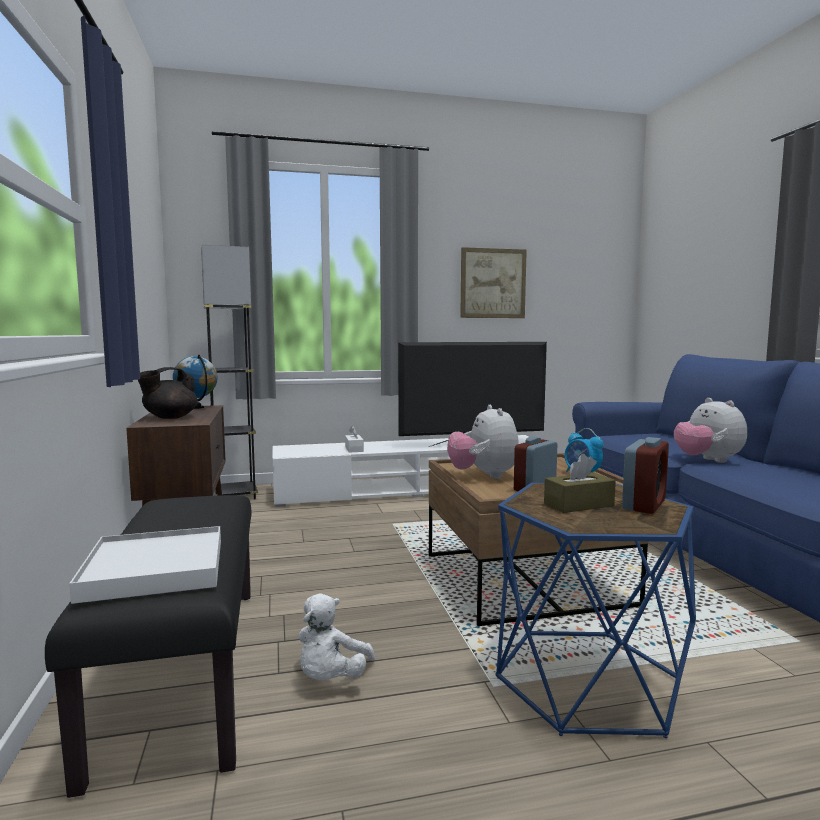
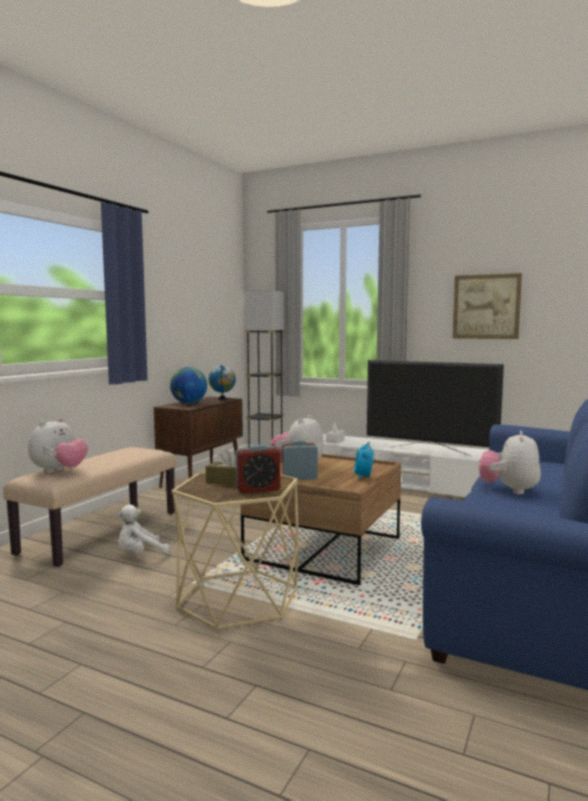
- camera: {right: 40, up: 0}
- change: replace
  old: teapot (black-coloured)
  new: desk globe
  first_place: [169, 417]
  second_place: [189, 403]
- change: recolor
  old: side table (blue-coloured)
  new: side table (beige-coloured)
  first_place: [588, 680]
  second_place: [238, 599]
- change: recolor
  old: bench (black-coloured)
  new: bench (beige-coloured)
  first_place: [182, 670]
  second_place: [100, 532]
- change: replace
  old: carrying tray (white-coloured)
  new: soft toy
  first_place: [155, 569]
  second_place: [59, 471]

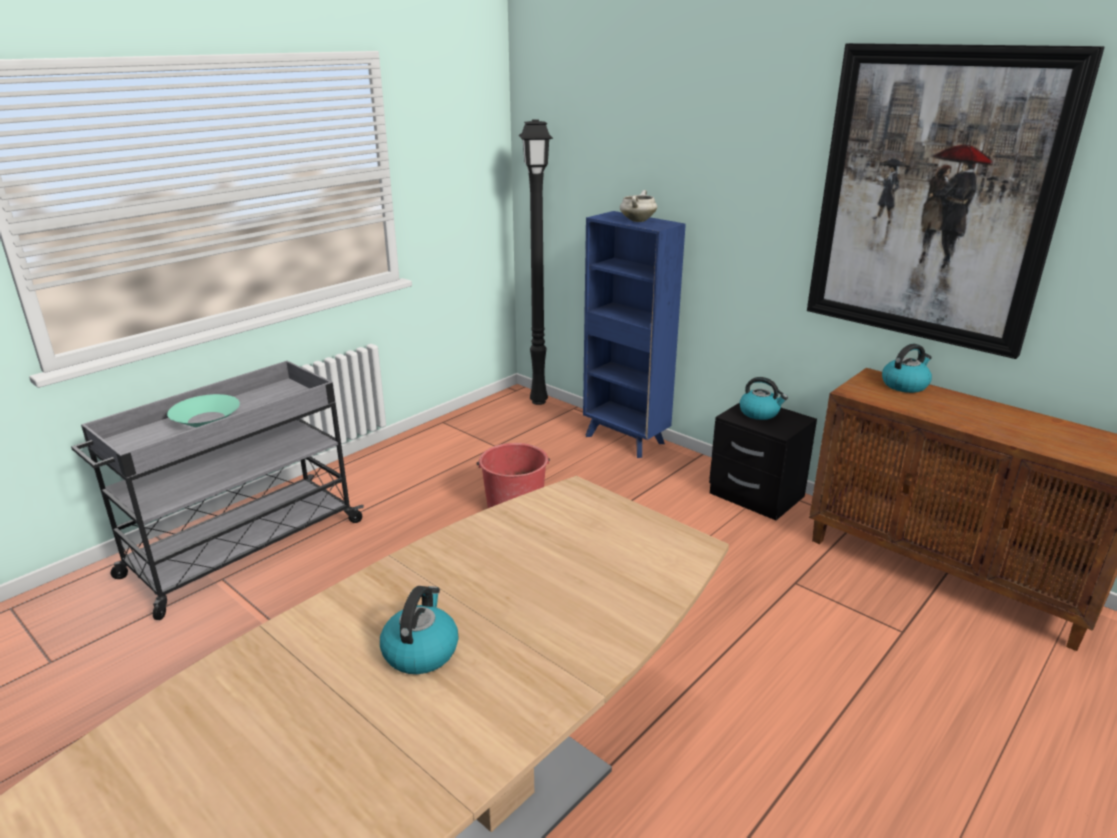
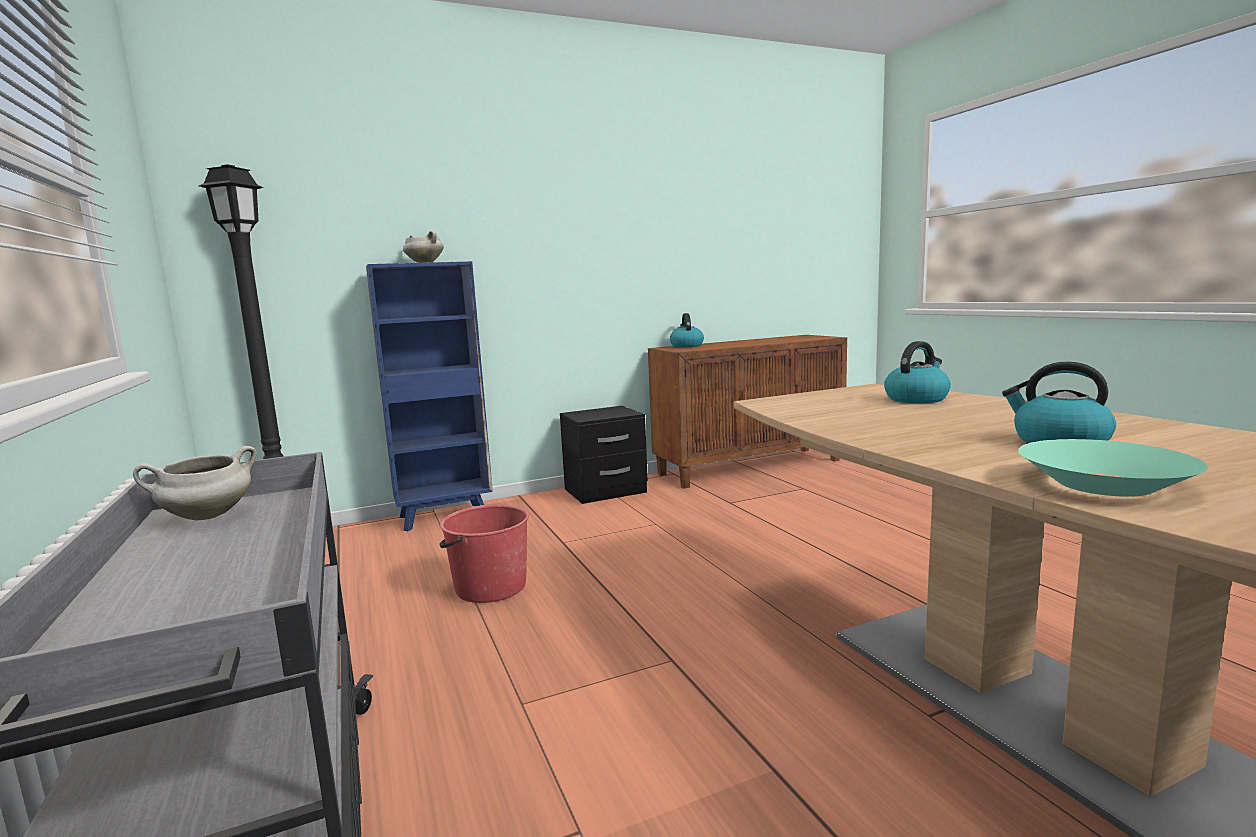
- camera: {right: -65, up: -15}
- change: delete
  old: wall picture
  first_place: [934, 198]
- change: move
  old: tea kettle
  first_place: [760, 413]
  second_place: [916, 399]
- change: move
  old: deep dish (turquoise)
  first_place: [206, 419]
  second_place: [1103, 484]
- change: insert
  new: stockpot (white-coloured)
  second_place: [206, 517]

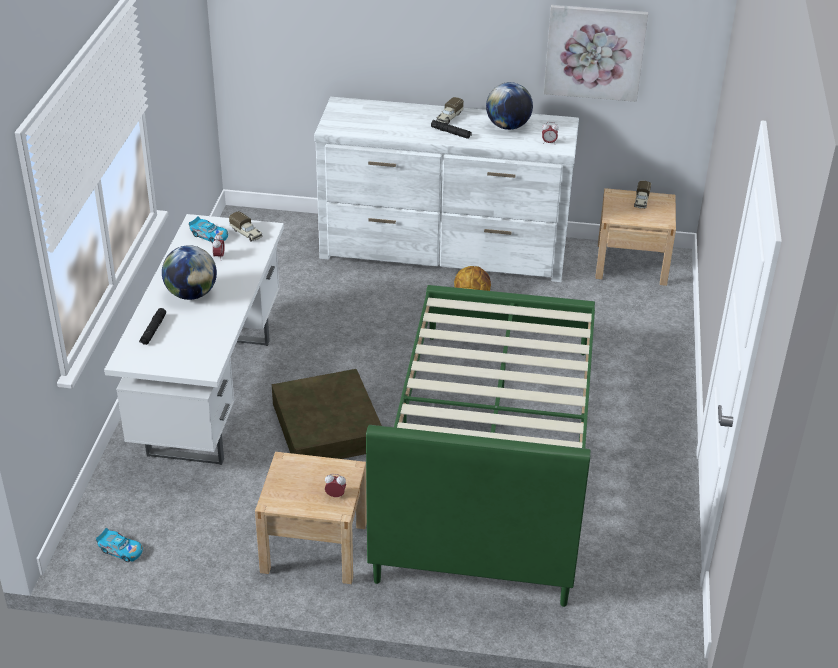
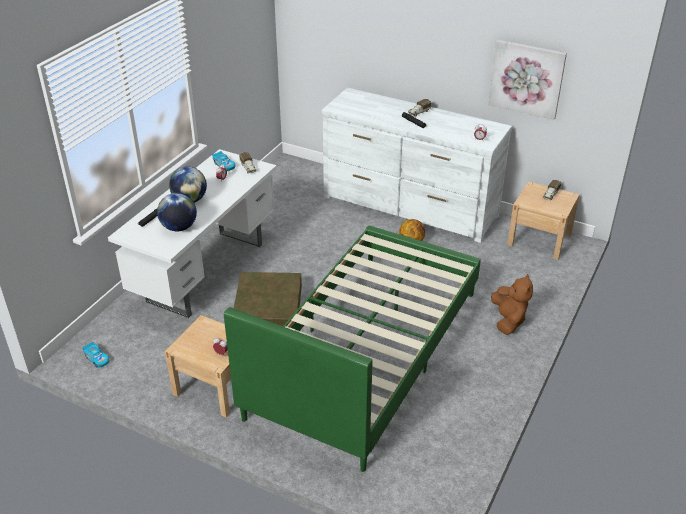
- camera: {right: 20, up: 0}
- change: move
  old: desk globe
  first_place: [508, 126]
  second_place: [179, 227]
- change: insert
  new: soft toy (brown-coloured)
  second_place: [508, 320]

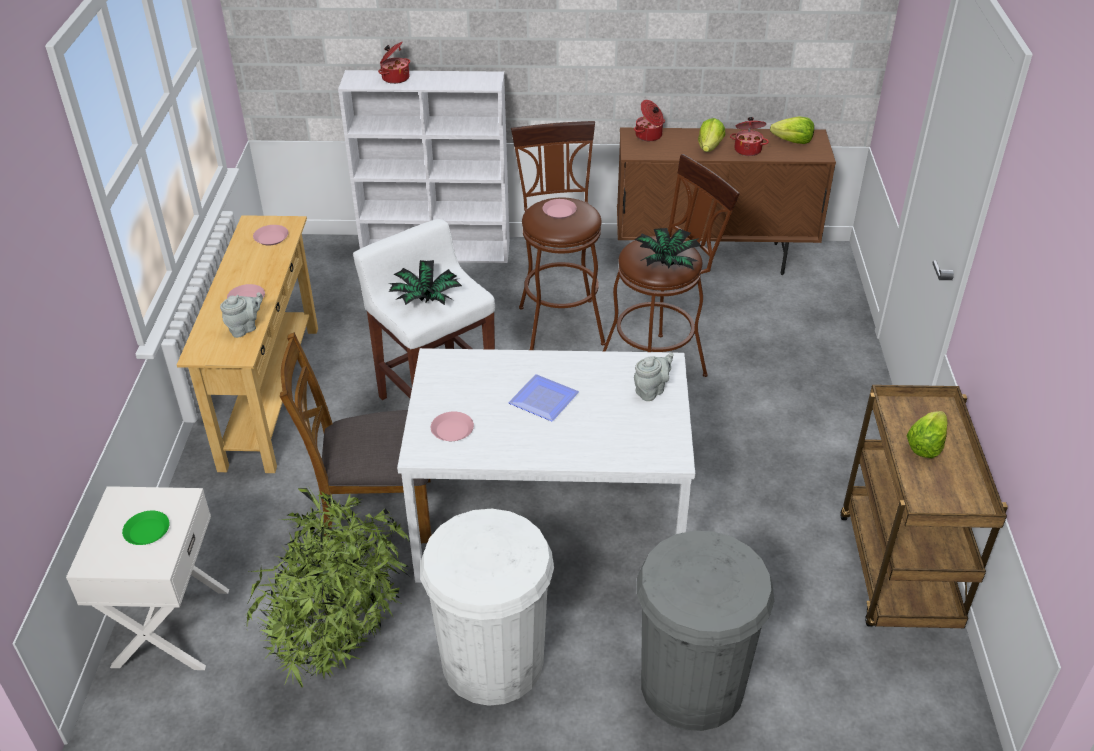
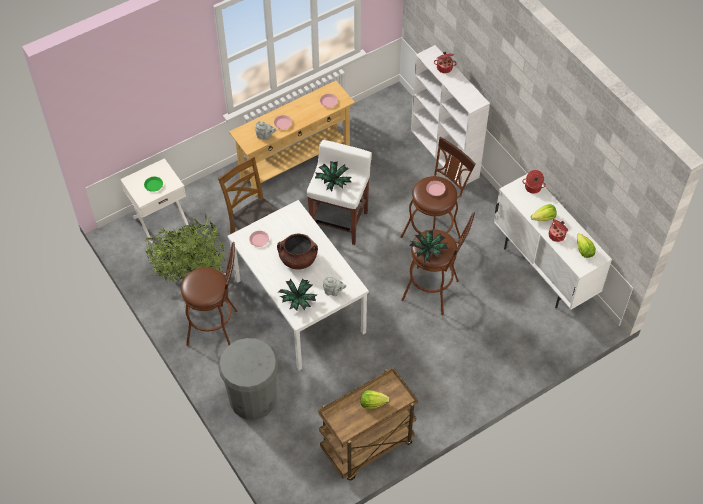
- camera: {right: 55, up: 15}
- change: recolor
  old: storage cabinet (brown-coloured)
  new: storage cabinet (white-coloured)
  first_place: [713, 258]
  second_place: [543, 270]
- change: replace
  old: plate
  new: stockpot (brown-coloured)
  first_place: [544, 402]
  second_place: [298, 259]
- change: replace
  old: waste bin (white-coloured)
  new: sitting stool (brown-coloured)
  first_place: [493, 661]
  second_place: [217, 328]
- change: insert
  new: houseplant
  second_place: [297, 300]

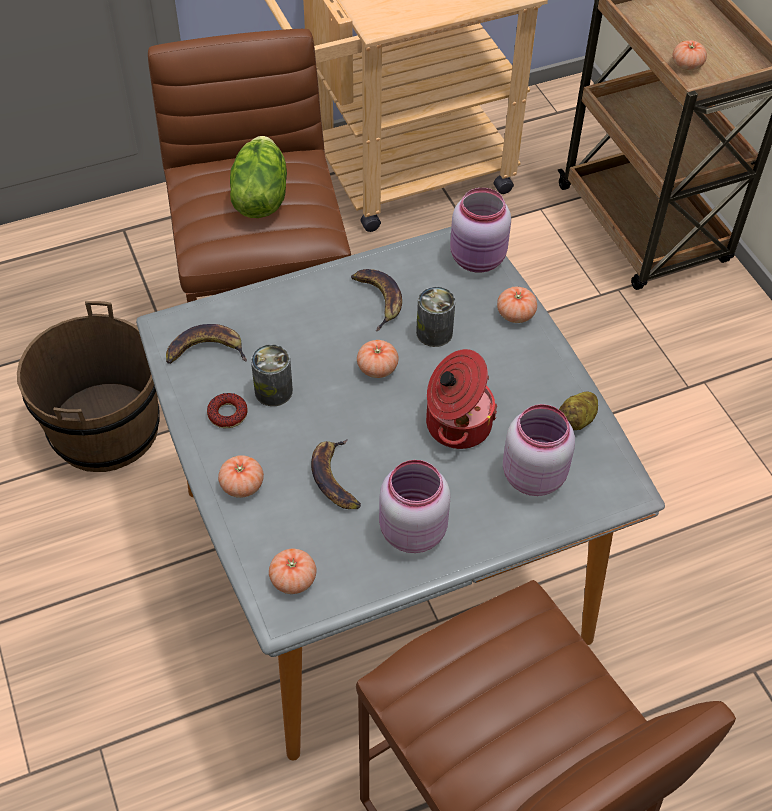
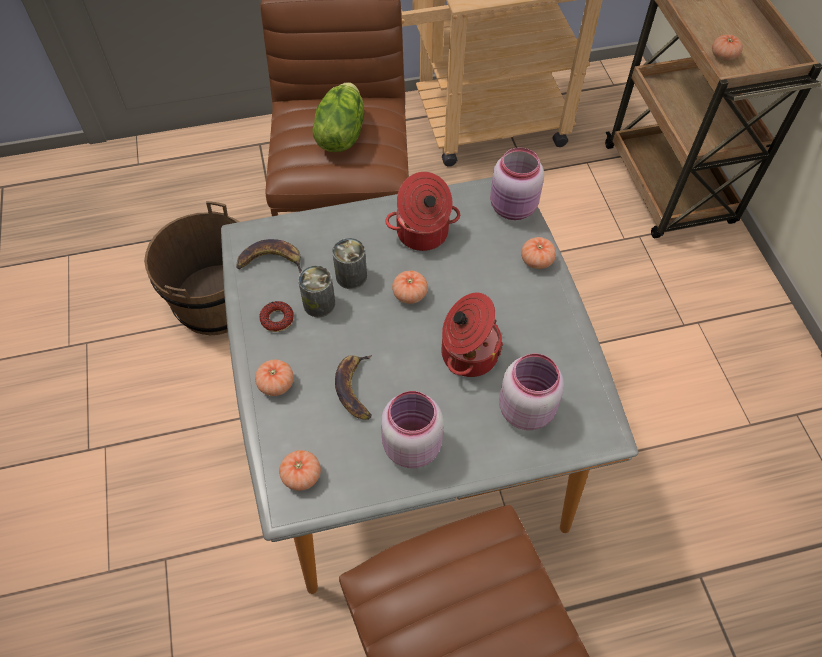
- camera: {right: 10, up: 5}
- change: replace
  old: whole banana
  new: stockpot
  first_place: [378, 299]
  second_place: [422, 234]
- change: move
  old: metal can
  first_place: [434, 333]
  second_place: [351, 276]
- change: delete
  old: whole potato
  first_place: [577, 420]

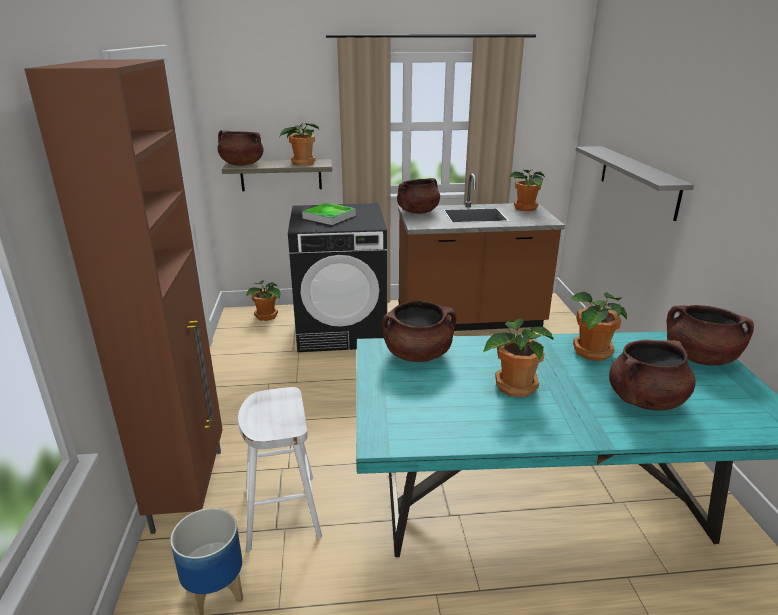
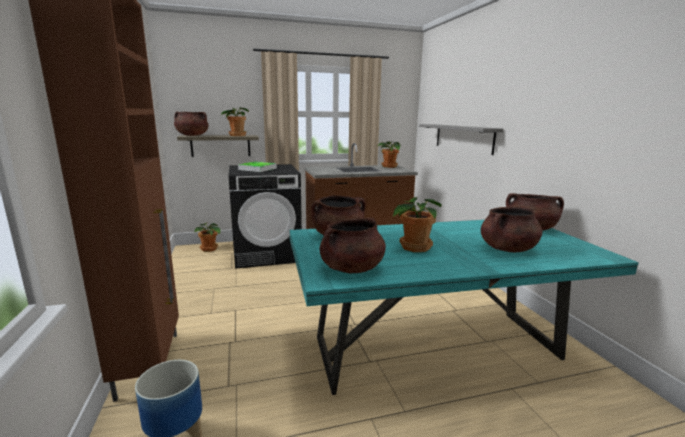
- camera: {right: -10, up: -10}
- change: move
  old: stockpot (brown-coloured)
  first_place: [418, 212]
  second_place: [351, 269]
- change: delete
  old: houseplant
  first_place: [590, 352]
- change: delete
  old: sitting stool (white-coloured)
  first_place: [282, 511]

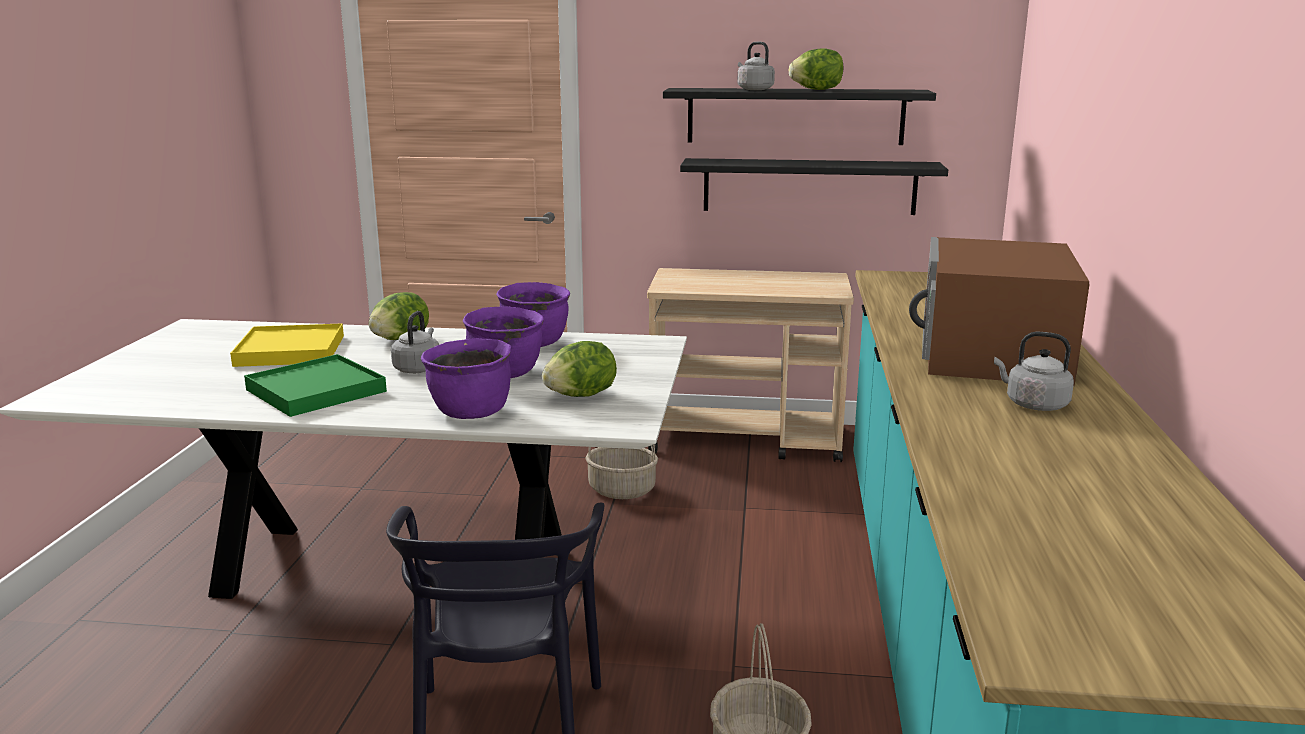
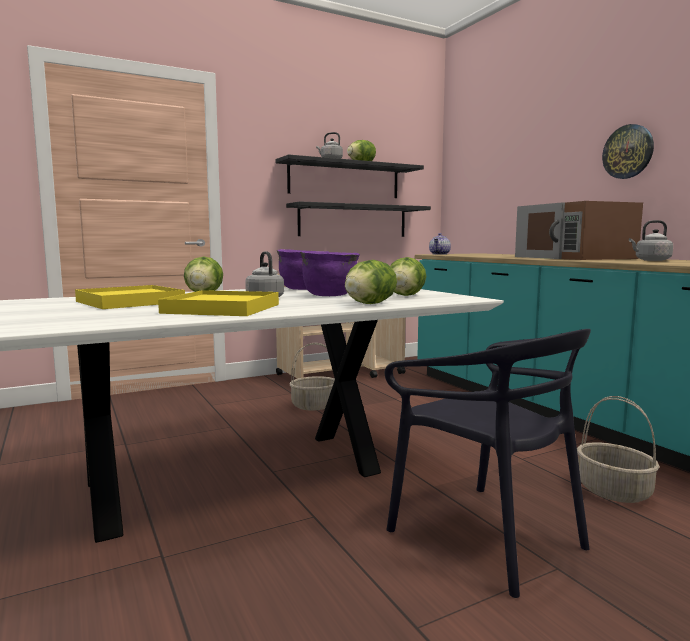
- camera: {right: -35, up: -10}
- change: replace
  old: stockpot (purple)
  new: lettuce head
  first_place: [471, 413]
  second_place: [369, 304]
- change: recolor
  old: carrying tray (greenish)
  new: carrying tray (yellow)
  first_place: [316, 391]
  second_place: [223, 309]
- change: insert
  new: hanging clock
  second_place: [628, 152]
- change: insert
  new: teapot
  second_place: [440, 254]

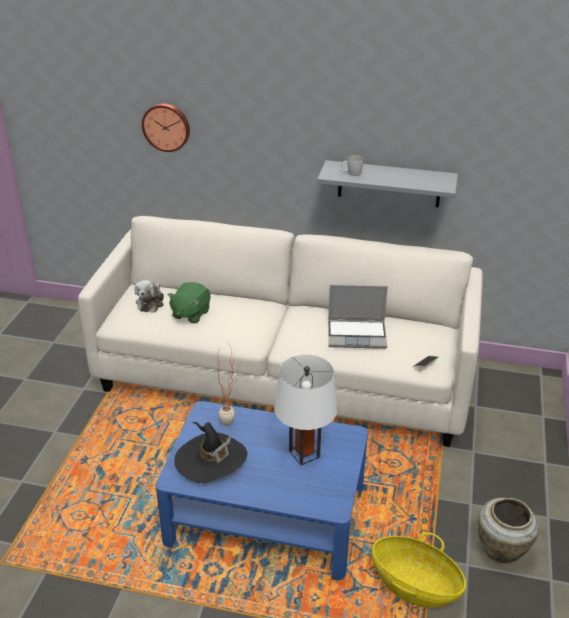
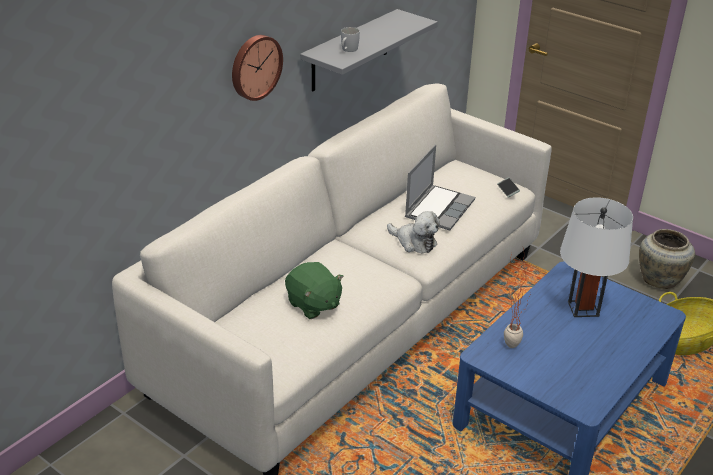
- camera: {right: -65, up: 0}
- change: move
  old: hanging clock
  first_place: [166, 126]
  second_place: [255, 66]
- change: move
  old: soft toy
  first_place: [150, 302]
  second_place: [414, 242]
- change: delete
  old: clothing hat (black-coloured)
  first_place: [211, 460]

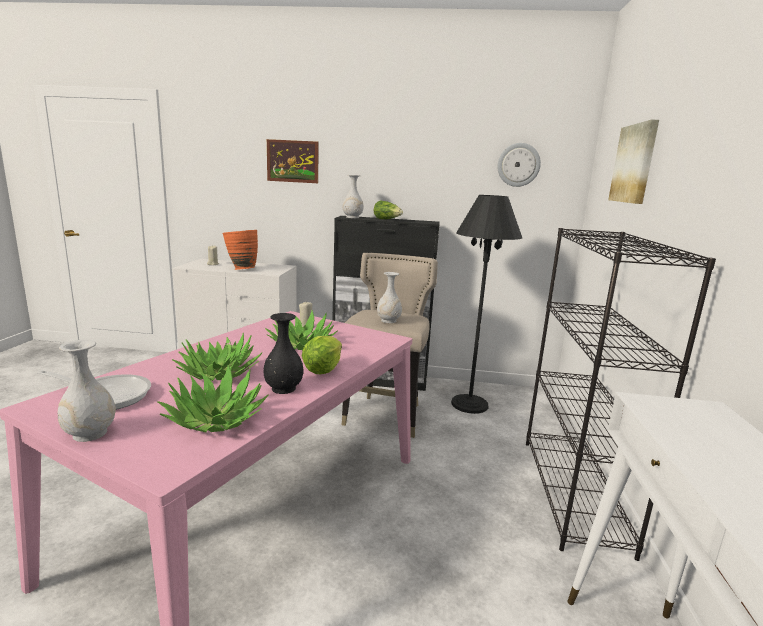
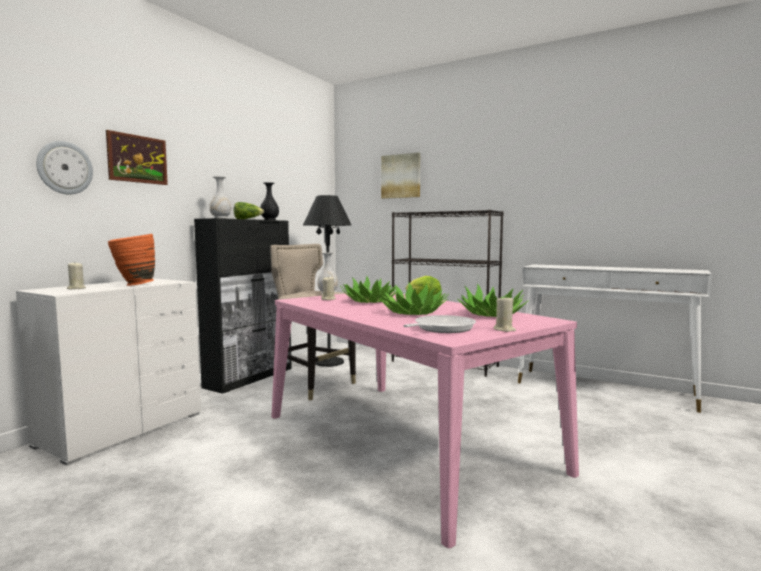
- camera: {right: -65, up: -10}
- change: move
  old: hanging clock
  first_place: [518, 165]
  second_place: [64, 168]
- change: move
  old: decorative vase (black-coloured)
  first_place: [283, 388]
  second_place: [269, 220]
- change: replace
  old: decorative vase (white-coloured)
  new: wax light (beige-coloured)
  first_place: [90, 433]
  second_place: [504, 330]

